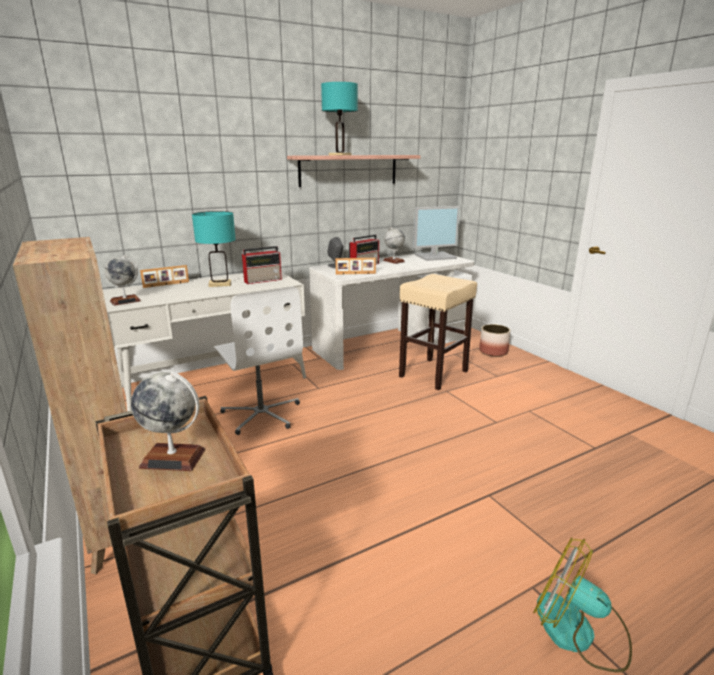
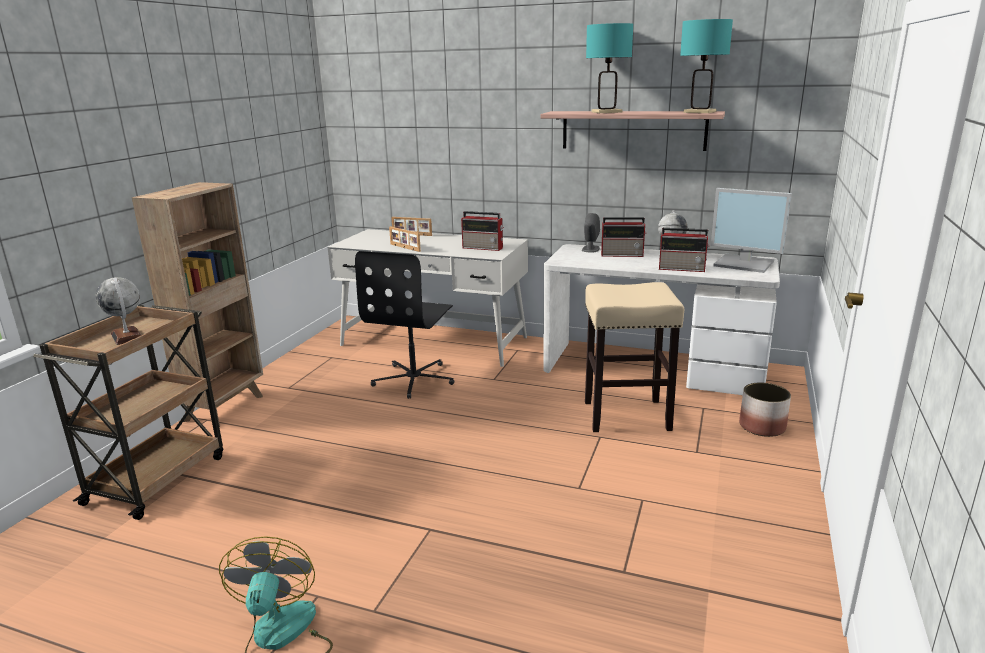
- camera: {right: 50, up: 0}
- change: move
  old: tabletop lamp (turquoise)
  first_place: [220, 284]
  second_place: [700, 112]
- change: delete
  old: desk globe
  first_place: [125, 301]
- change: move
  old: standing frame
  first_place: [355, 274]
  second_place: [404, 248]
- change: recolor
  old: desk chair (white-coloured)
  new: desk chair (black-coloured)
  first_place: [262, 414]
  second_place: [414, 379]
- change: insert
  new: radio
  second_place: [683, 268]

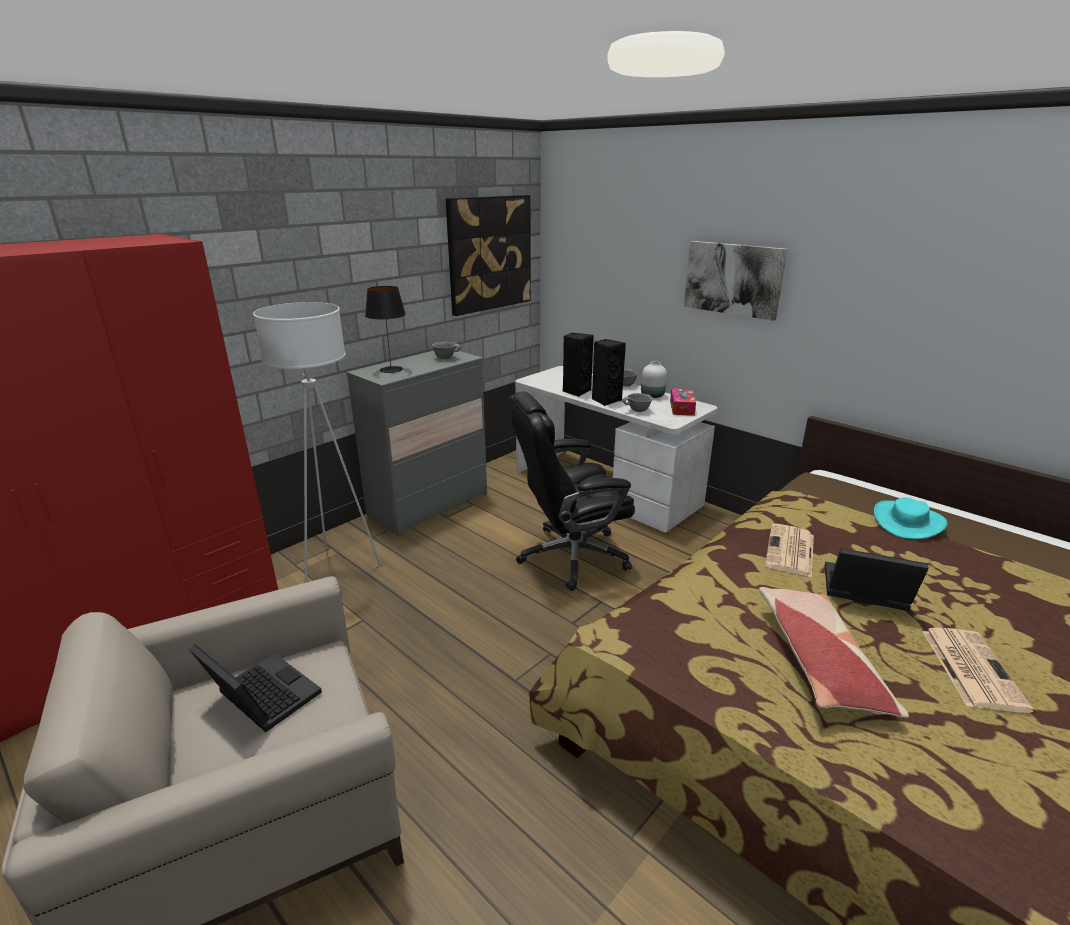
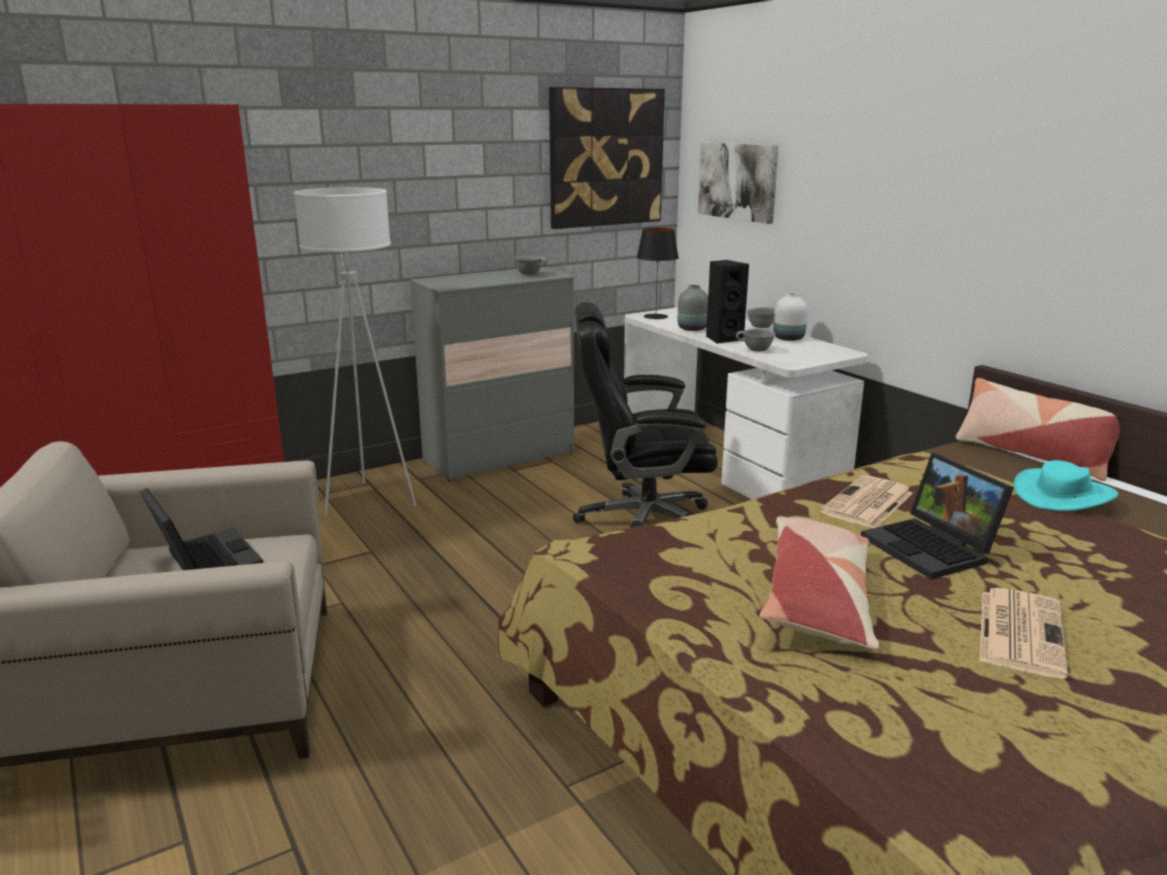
- camera: {right: 15, up: -5}
- change: move
  old: wall picture
  first_place: [733, 279]
  second_place: [738, 181]
- change: move
  old: tabletop lamp (black-coloured)
  first_place: [390, 369]
  second_place: [655, 316]
- change: replace
  old: speaker (black-coloured)
  new: decorative vase (gray)
  first_place: [576, 391]
  second_place: [692, 329]
- change: delete
  old: box of tissues
  first_place: [681, 408]
- change: rotate
  old: notebook computer
  first_place: [863, 591]
  second_place: [933, 549]
  degrees: -150
- change: insert
  new: pillow
  second_place: [1031, 455]

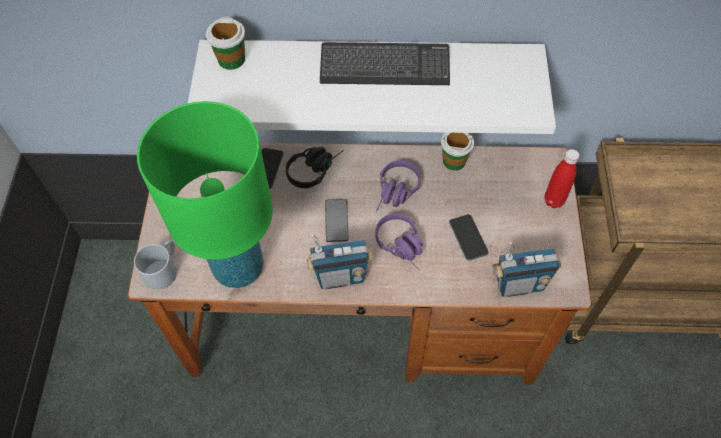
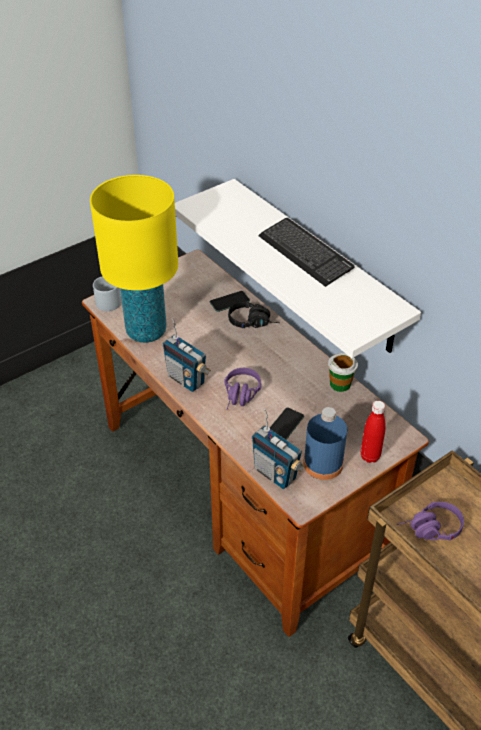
- camera: {right: 50, up: -15}
- change: delete
  old: cup
  first_place: [231, 59]
- change: recolor
  old: tabletop lamp (greenish)
  new: tabletop lamp (yellow)
  first_place: [239, 267]
  second_place: [146, 331]
- change: move
  old: pair of headphones (purple)
  first_place: [396, 194]
  second_place: [429, 530]
- change: delete
  old: phone
  first_place: [336, 221]
- change: insert
  new: drink bottle (blue-coloured)
  second_place: [323, 463]

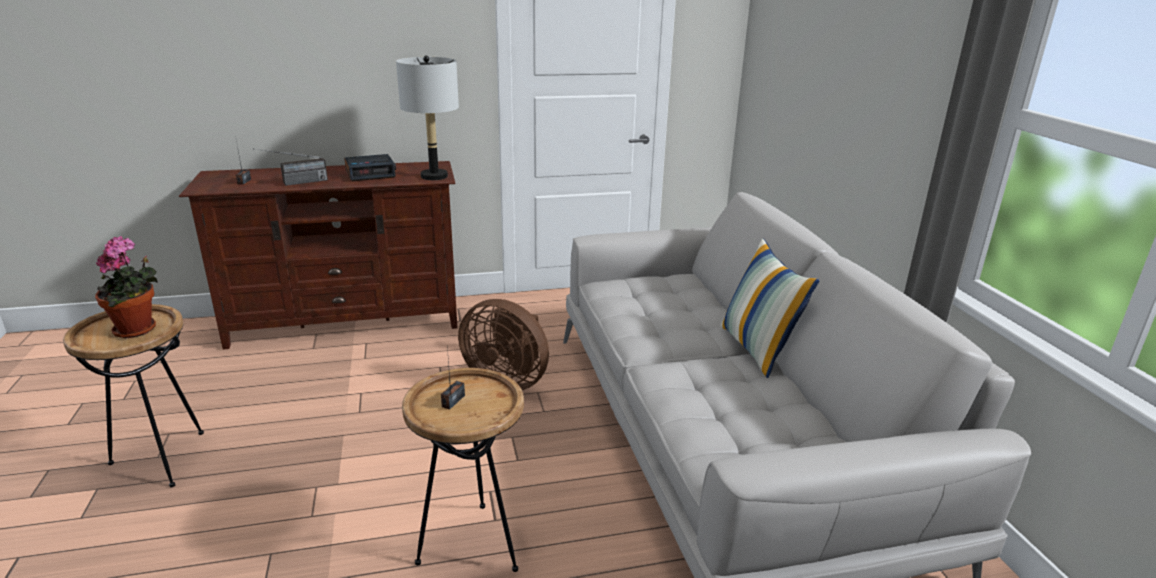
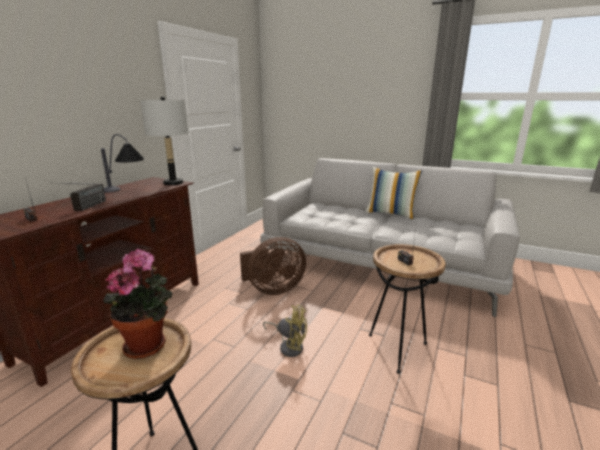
- camera: {right: -50, up: -5}
- change: replace
  old: bedside clock
  new: tabletop lamp
  first_place: [371, 173]
  second_place: [126, 191]
- change: insert
  new: cooling fan (yellow)
  second_place: [289, 346]

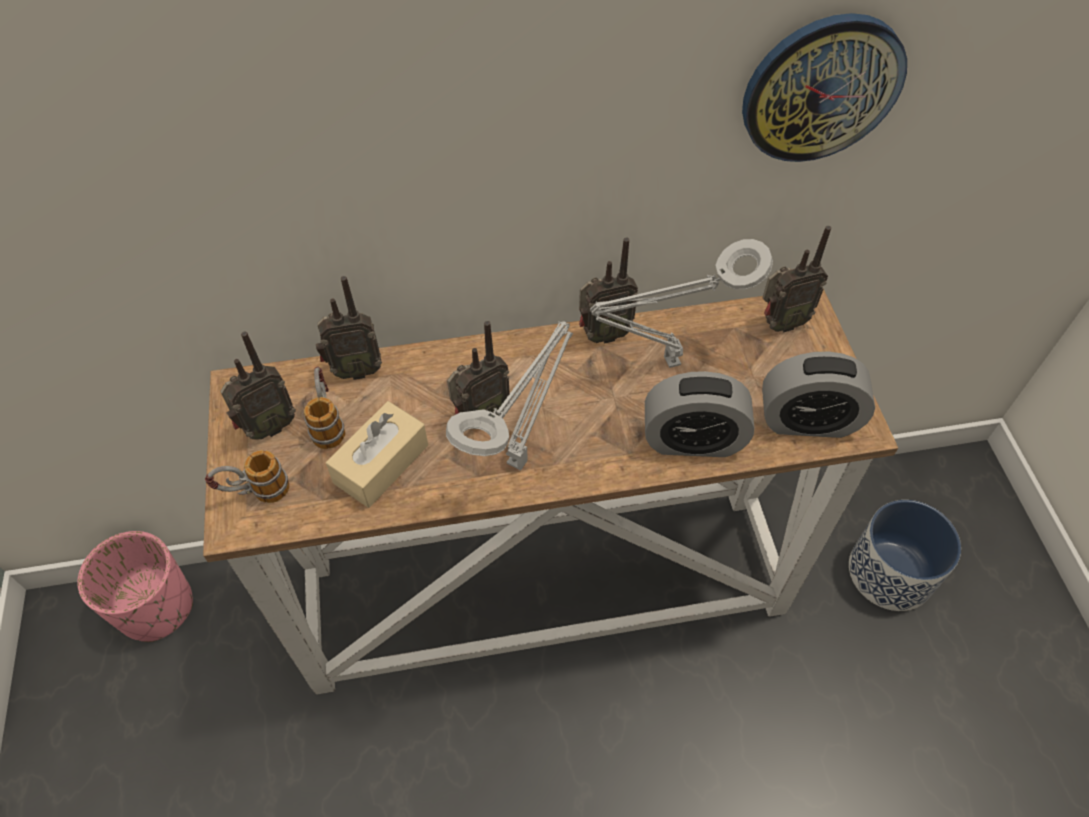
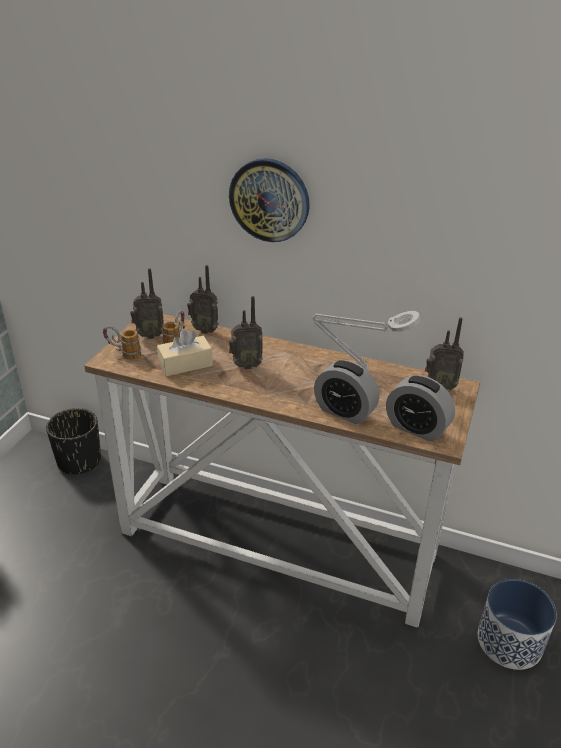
- camera: {right: 30, up: -20}
- change: move
  old: hanging clock
  first_place: [821, 88]
  second_place: [269, 200]
- change: delete
  old: radio
  first_place: [602, 334]
- change: delete
  old: tabletop lamp (gray)
  first_place: [520, 458]
- change: recolor
  old: planter (pink-coloured)
  new: planter (black-coloured)
  first_place: [157, 607]
  second_place: [79, 461]

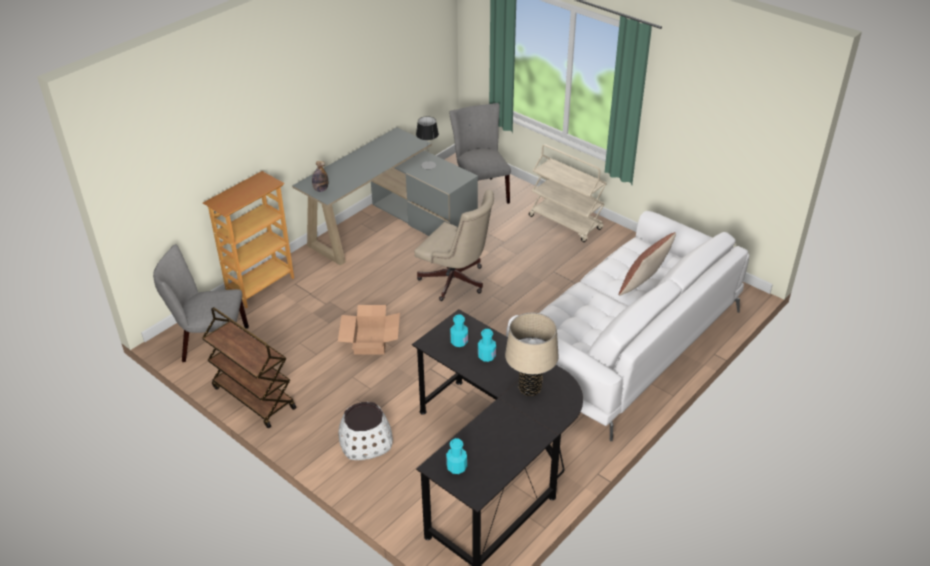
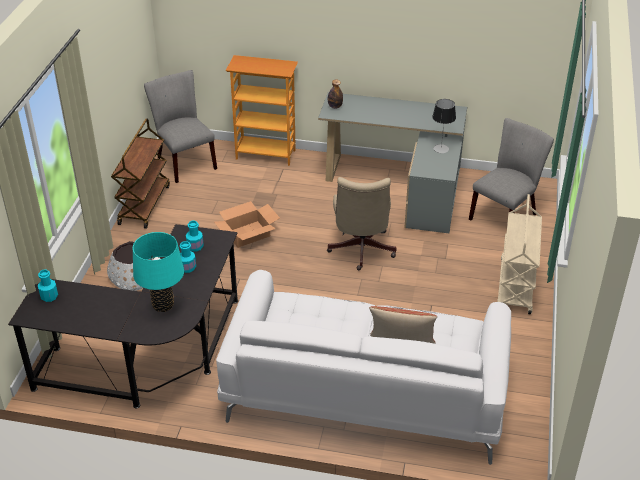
- camera: {right: 60, up: 0}
- change: recolor
  old: tabletop lamp (beige-coloured)
  new: tabletop lamp (turquoise)
  first_place: [530, 388]
  second_place: [163, 305]

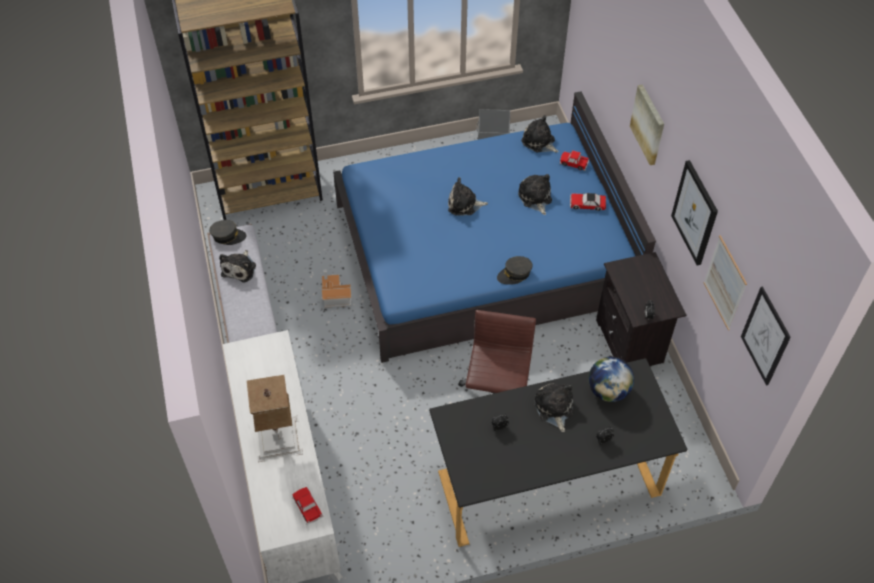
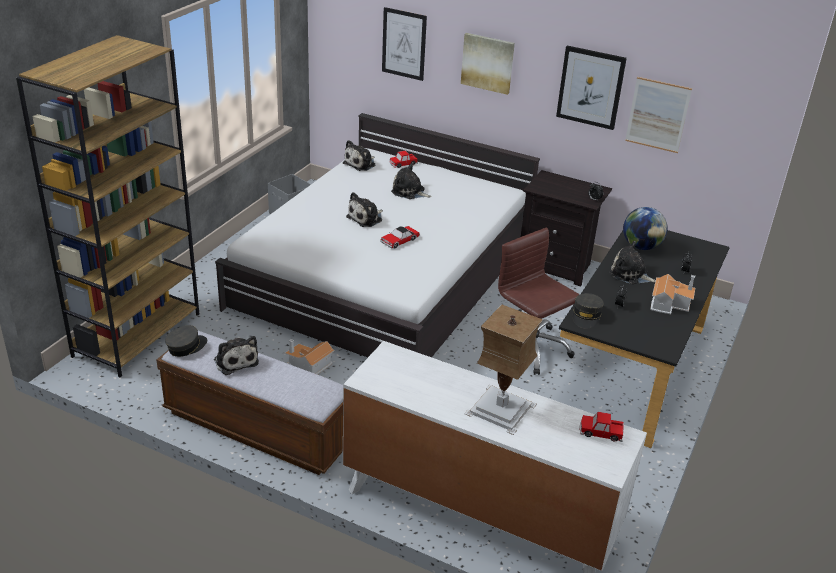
- camera: {right: -50, up: -20}
- change: recolor
  old: bed (blue-coloured)
  new: bed (white-coloured)
  first_place: [484, 254]
  second_place: [385, 275]
- change: rotate
  old: soft toy
  first_place: [539, 142]
  second_place: [361, 164]
  degrees: -45
- change: move
  old: miniature car
  first_place: [587, 204]
  second_place: [399, 240]
- change: move
  old: peaked cap (gray)
  first_place: [514, 274]
  second_place: [586, 316]
- change: move
  old: wall picture
  first_place: [765, 336]
  second_place: [404, 44]
- change: insert
  new: miniature house
  second_place: [669, 303]

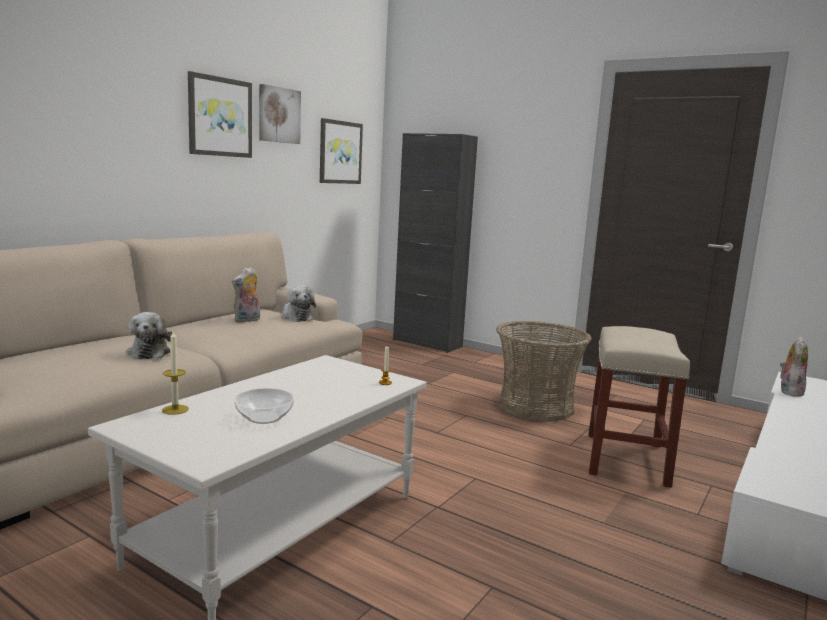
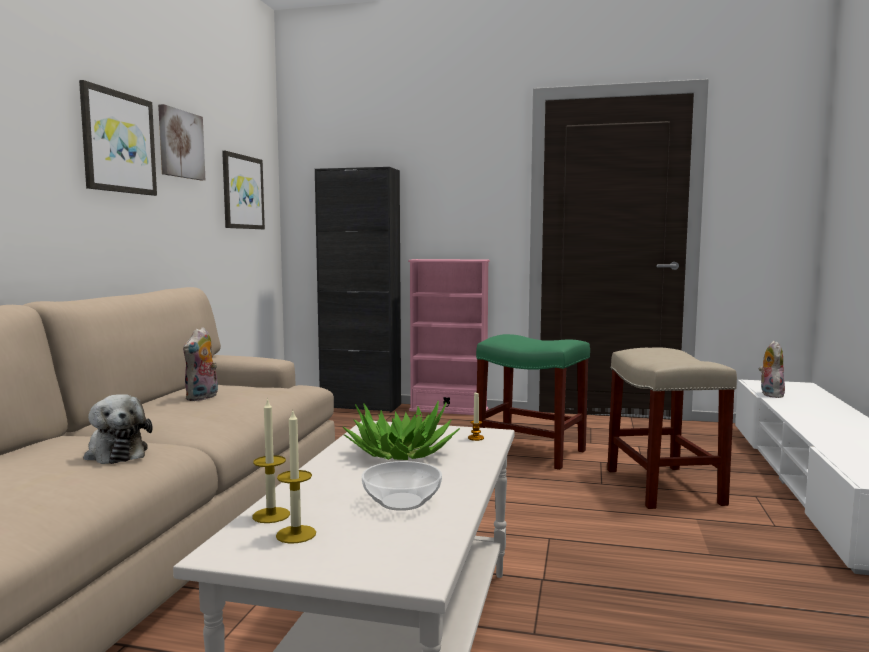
- camera: {right: -20, up: -5}
- change: delete
  old: soft toy
  first_place: [296, 317]
- change: replace
  old: storage basket
  new: sitting stool (greenish)
  first_place: [536, 407]
  second_place: [532, 452]
- change: insert
  new: bookshelf (pink-coloured)
  second_place: [448, 410]
- change: insert
  new: houseplant
  second_place: [401, 452]
- change: insert
  new: wax light
  second_place: [296, 534]

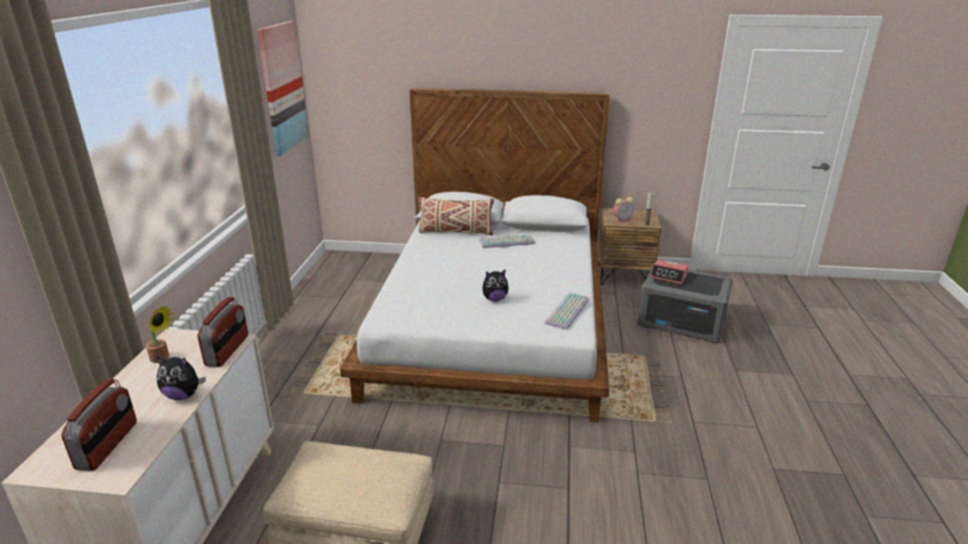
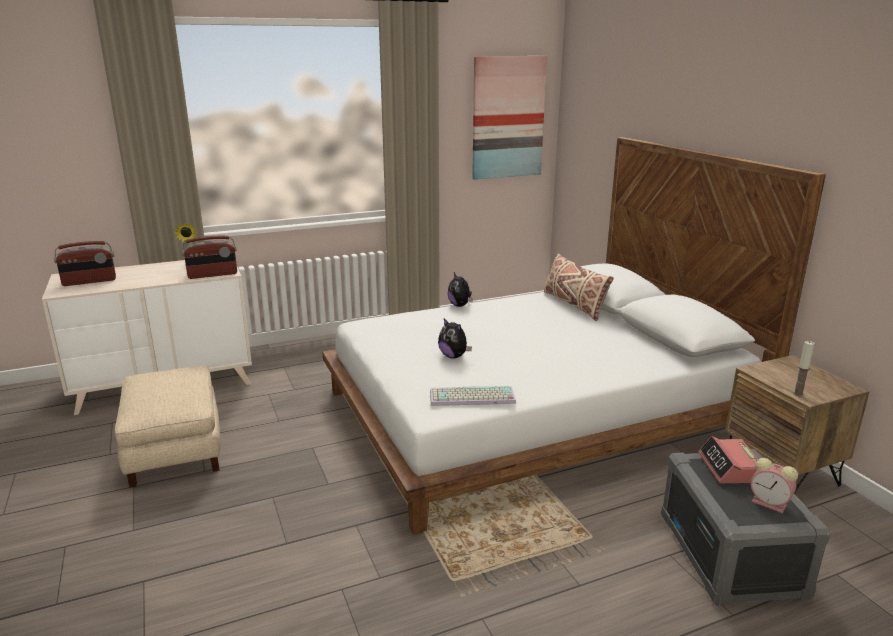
- camera: {right: 60, up: -5}
- change: move
  old: bedside clock
  first_place: [622, 220]
  second_place: [770, 504]
- change: delete
  old: PC keyboard
  first_place: [507, 241]
- change: move
  old: soft toy
  first_place: [183, 395]
  second_place: [460, 305]

